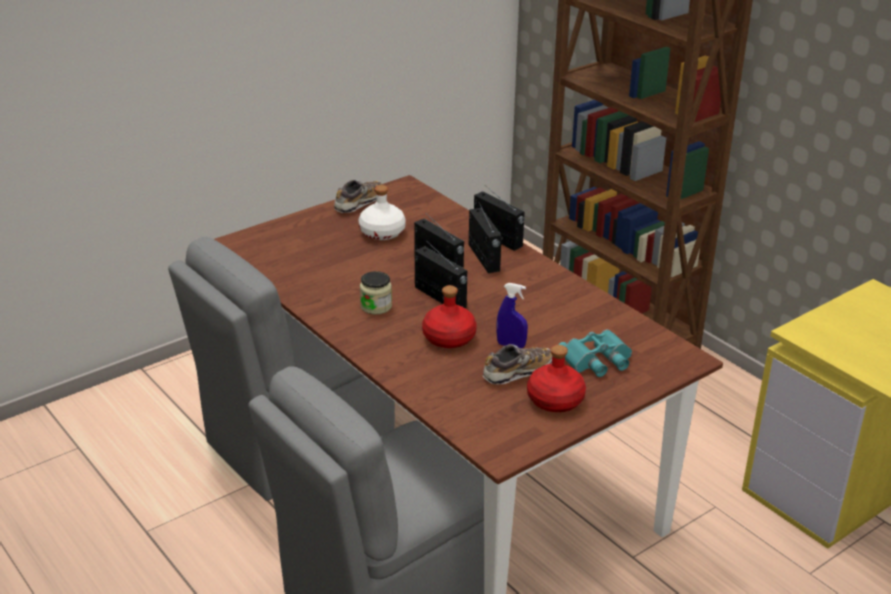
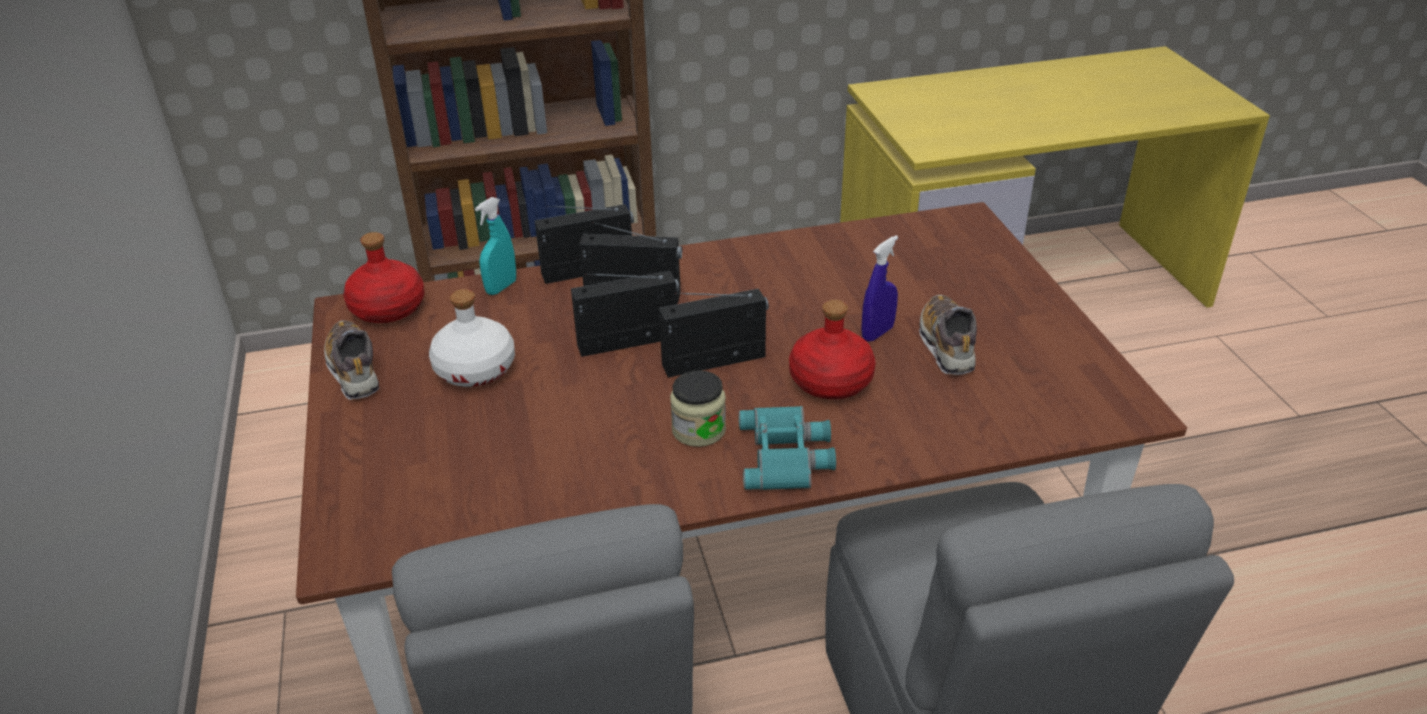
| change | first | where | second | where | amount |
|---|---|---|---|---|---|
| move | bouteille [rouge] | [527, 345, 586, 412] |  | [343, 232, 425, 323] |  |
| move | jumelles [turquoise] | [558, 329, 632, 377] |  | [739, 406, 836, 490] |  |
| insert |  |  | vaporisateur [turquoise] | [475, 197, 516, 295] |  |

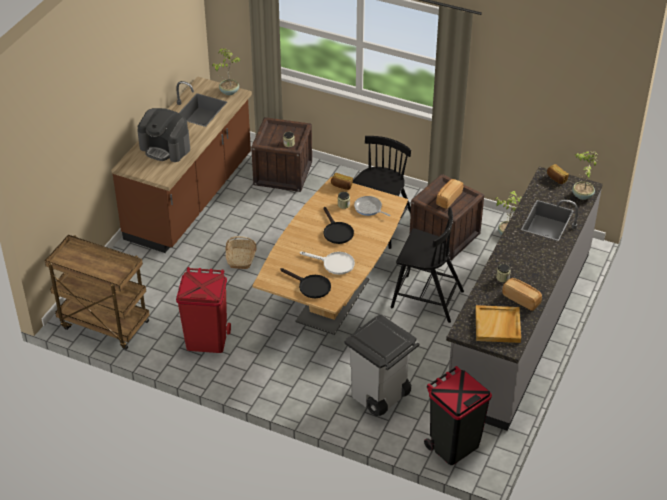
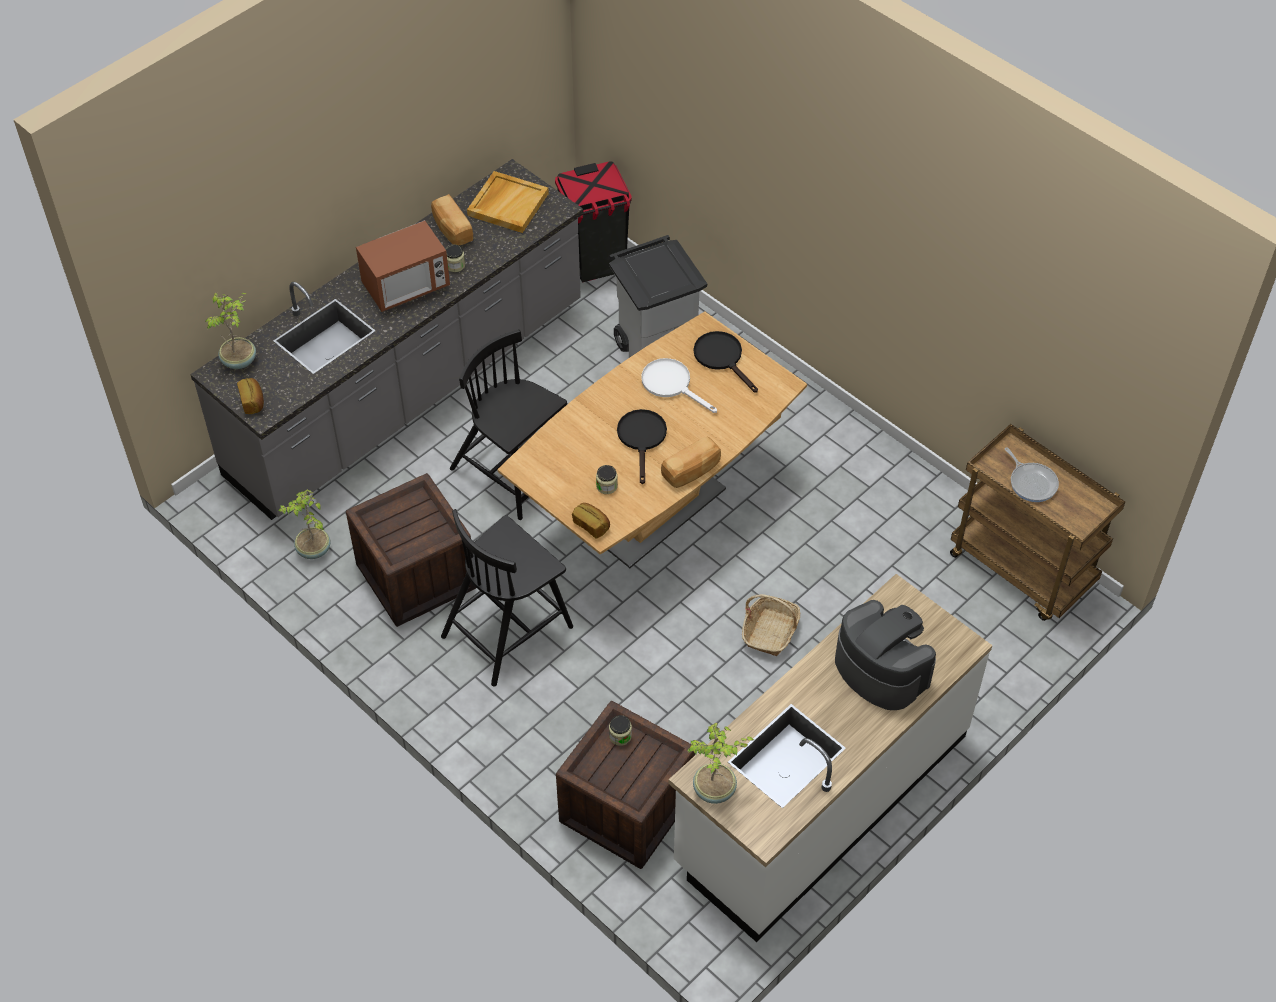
| change | first | where | second | where | amount |
|---|---|---|---|---|---|
| recolor | comptoir de cuisine [marron] | [111, 77, 252, 253] | comptoir de cuisine [blanc] | [669, 574, 992, 942] |  |
| delete | poubelle [rouge] | [176, 267, 231, 353] |  |  |  |
| move | poêle | [354, 196, 391, 216] |  | [1005, 447, 1059, 502] |  |
| move | pain | [436, 179, 463, 209] |  | [661, 437, 721, 488] |  |
| insert |  |  | micro-ondes | [356, 220, 450, 312] |  |

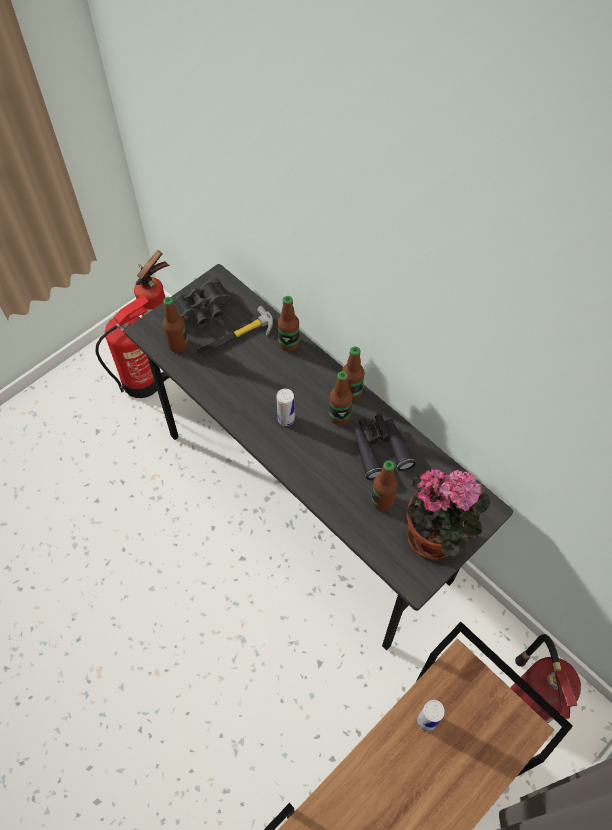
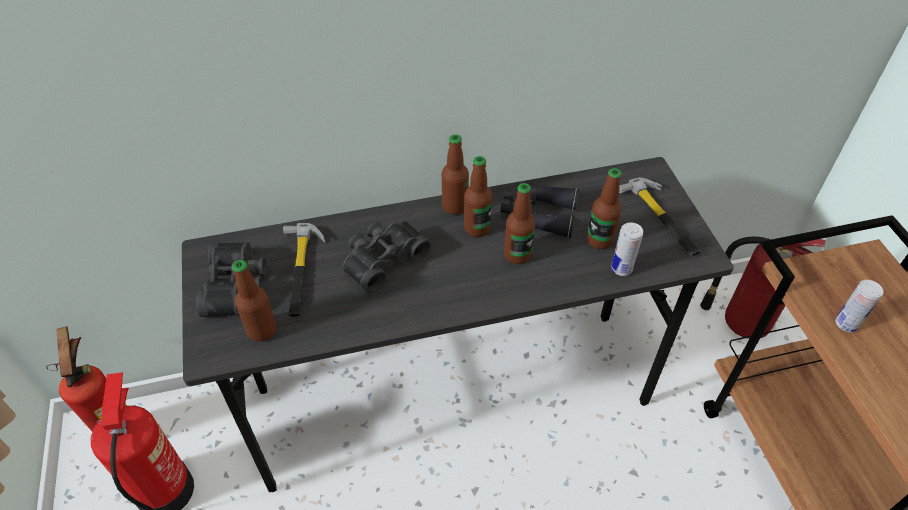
| change | first | where | second | where | amount |
|---|---|---|---|---|---|
| move | boîte métallique | [277, 389, 295, 426] |  | [611, 222, 643, 276] |  |
| move | bouteille | [278, 296, 299, 352] |  | [504, 183, 535, 264] |  |
| replace | plante en pot | [407, 468, 491, 560] | marteau | [619, 177, 700, 256] |  |
| insert |  |  | jumelles [noir] | [342, 220, 431, 293] |  |

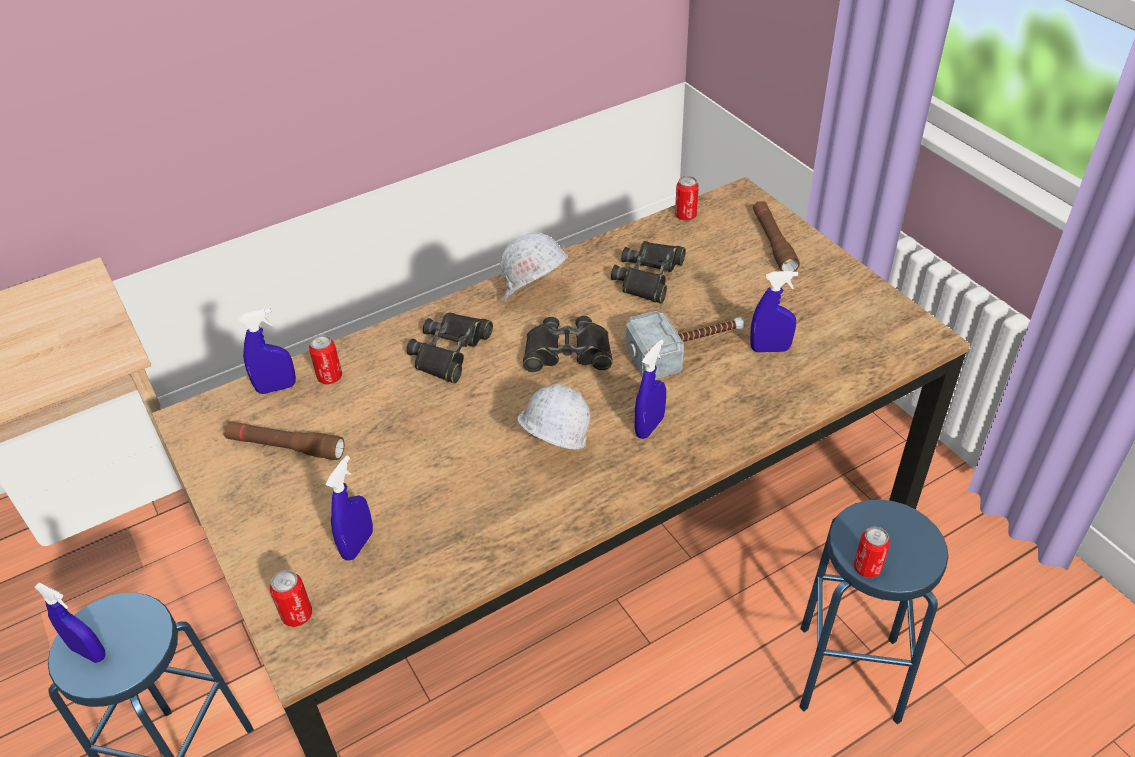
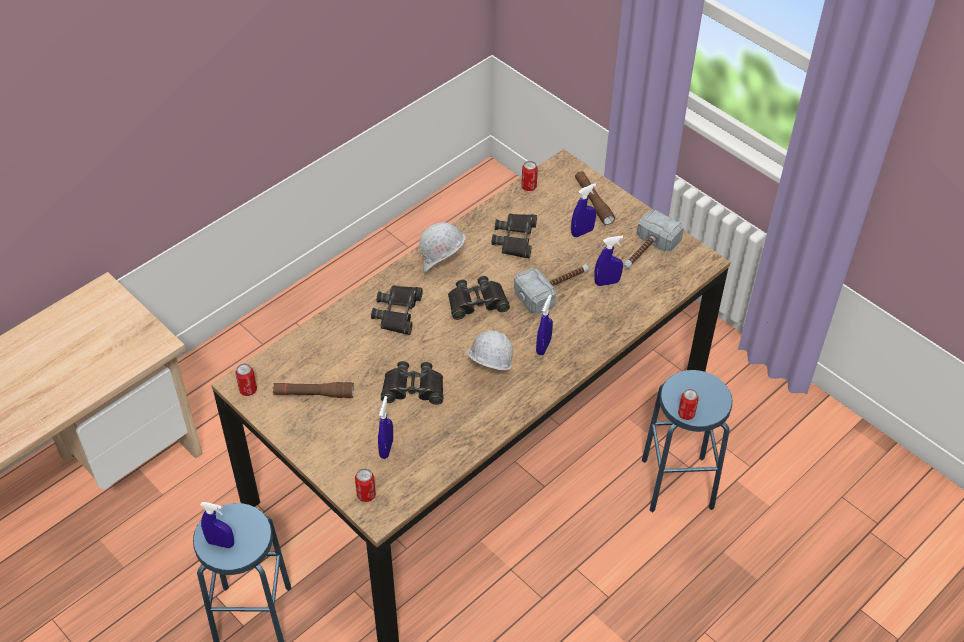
| change | first | where | second | where | amount |
|---|---|---|---|---|---|
| move | vaporisateur [bleu] | [239, 308, 296, 394] |  | [571, 184, 596, 237] |  |
| move | boîte métallique | [309, 335, 342, 384] |  | [235, 363, 257, 396] |  |
| insert |  |  | jumelles [noir] | [381, 361, 444, 405] |  |
| insert |  |  | marteau | [623, 210, 684, 268] |  |

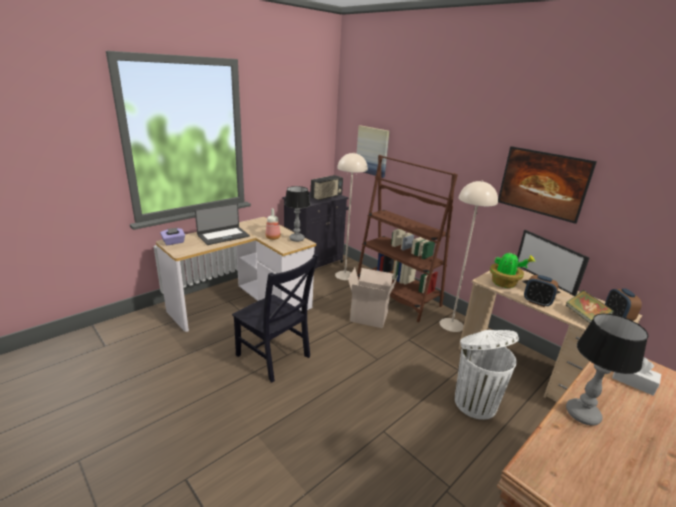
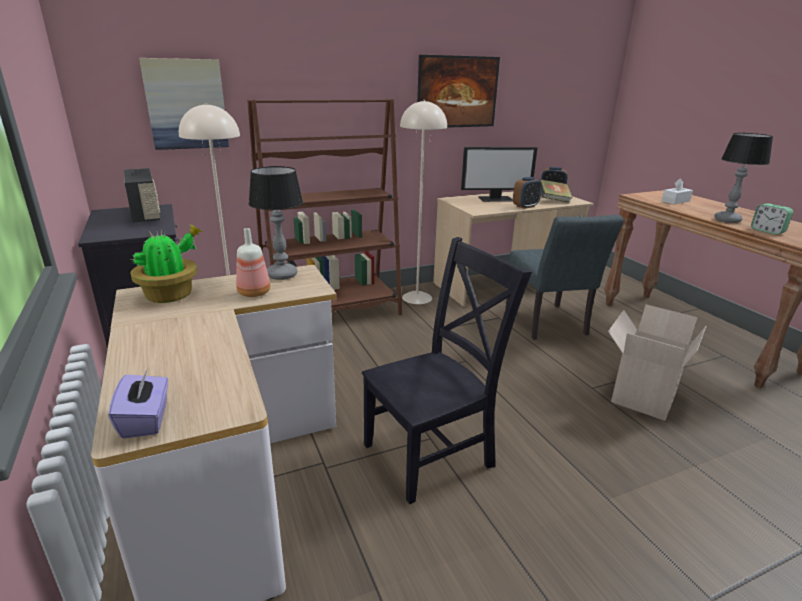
| change | first | where | second | where | amount |
|---|---|---|---|---|---|
| delete | ordinateur portable | [195, 203, 250, 245] |  |  |  |
| move | carton | [348, 268, 398, 328] |  | [608, 305, 706, 421] |  |
| replace | poubelle [blanc] | [455, 330, 519, 420] | chaise [gris] | [506, 215, 624, 339] |  |
| move | plante en pot | [490, 252, 535, 288] |  | [130, 224, 203, 303] |  |
| insert |  |  | réveil | [751, 203, 793, 235] |  |

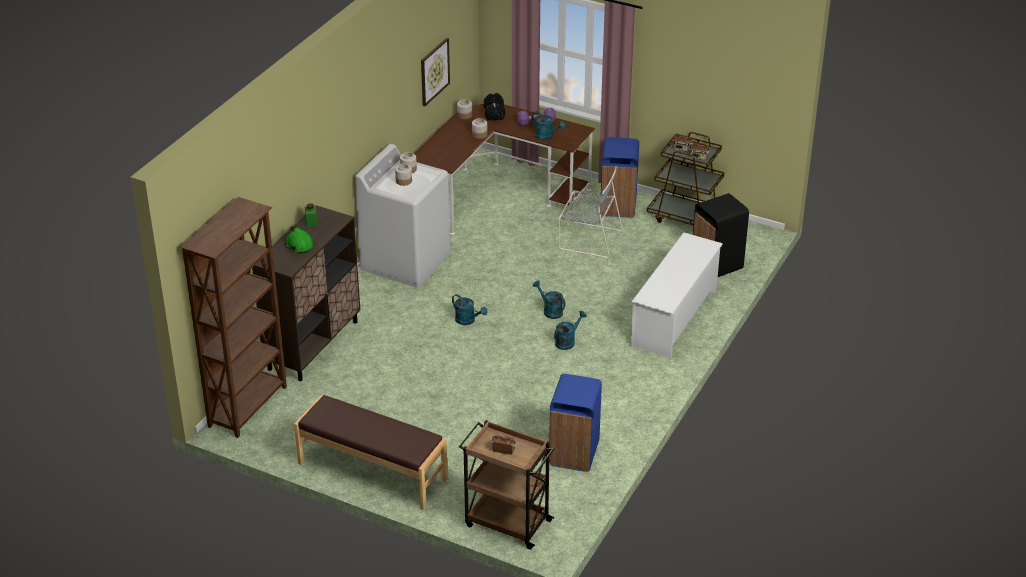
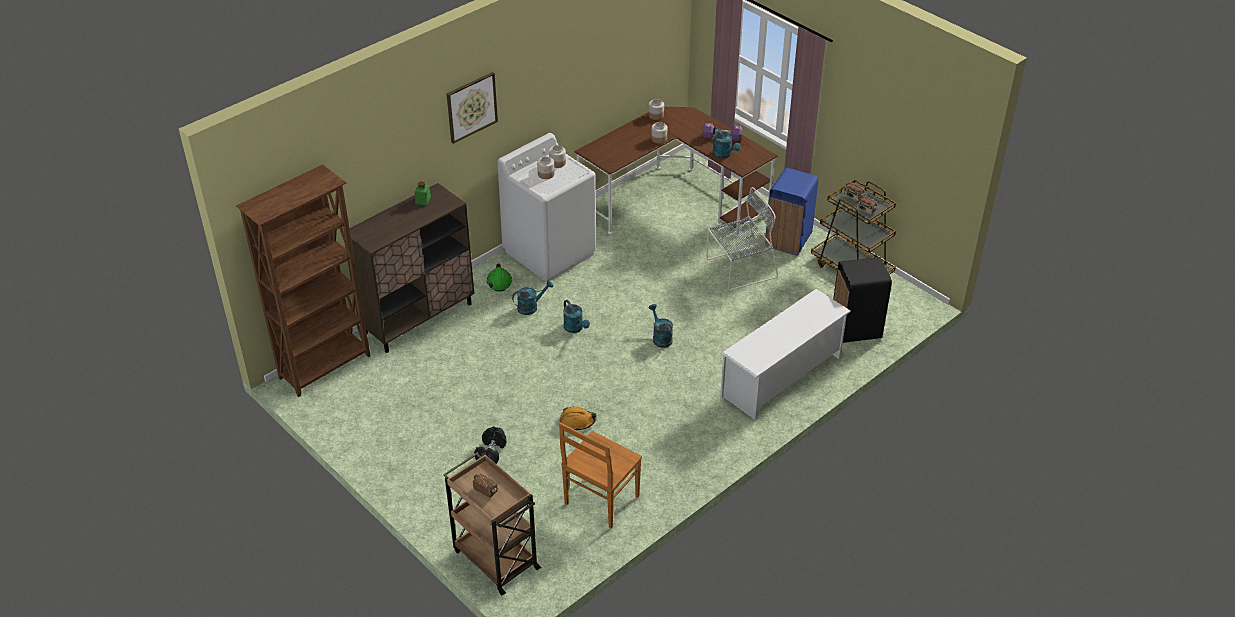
| change | first | where | second | where | amount |
|---|---|---|---|---|---|
| move | casque de chantier [vert] | [285, 226, 313, 254] |  | [487, 263, 512, 292] |  |
| delete | banc [marron] | [294, 395, 448, 510] |  |  |  |
| move | tableau | [421, 38, 450, 106] |  | [447, 72, 498, 144] |  |
| move | haltère [noir] | [484, 93, 505, 121] |  | [474, 426, 506, 464] |  |
| replace | poubelle [bleu] | [549, 374, 602, 472] | chaise [marron] | [559, 423, 642, 528] |  |
| move | arrosoir [turquoise] | [554, 311, 587, 350] |  | [512, 280, 553, 315] |  |
| rotate | chaise [gris] | [559, 166, 623, 258] |  | [706, 187, 778, 291] | 60 degrees counterclockwise |
| insert |  |  | casque de chantier [orange] | [560, 406, 596, 430] |  |

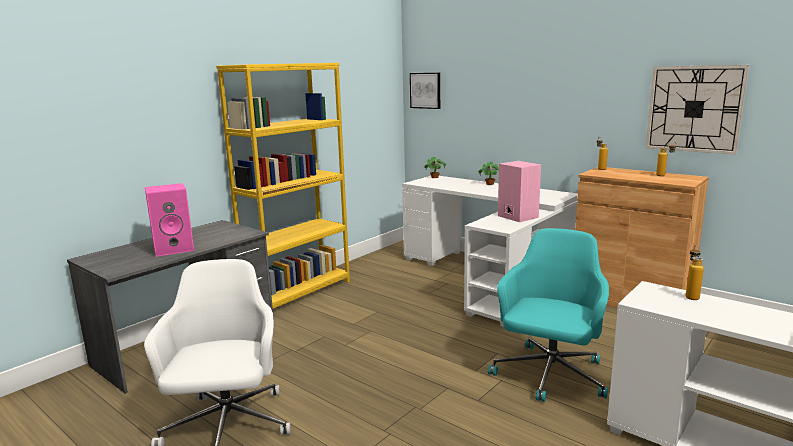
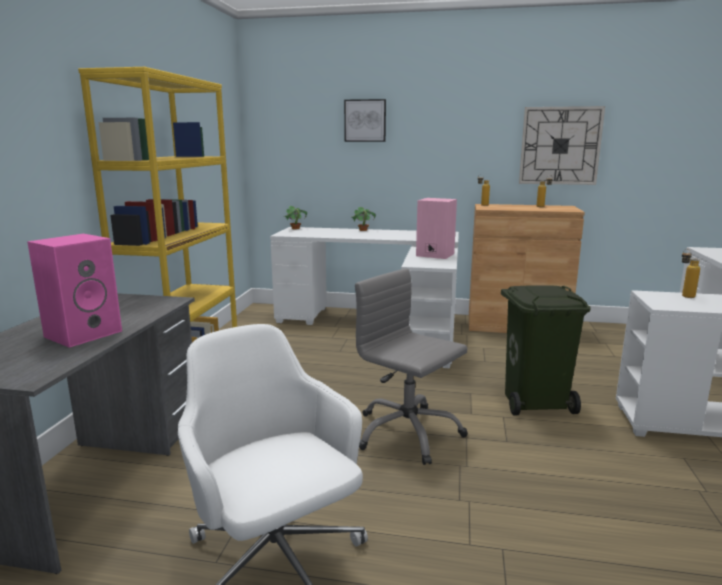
| change | first | where | second | where | amount |
|---|---|---|---|---|---|
| move | tableau | [410, 73, 440, 109] |  | [344, 99, 386, 142] |  |
| replace | chaise de bureau [turquoise] | [488, 228, 609, 402] | poubelle [vert] | [501, 285, 591, 415] |  |
| insert |  |  | chaise de bureau [gris] | [355, 268, 468, 465] |  |

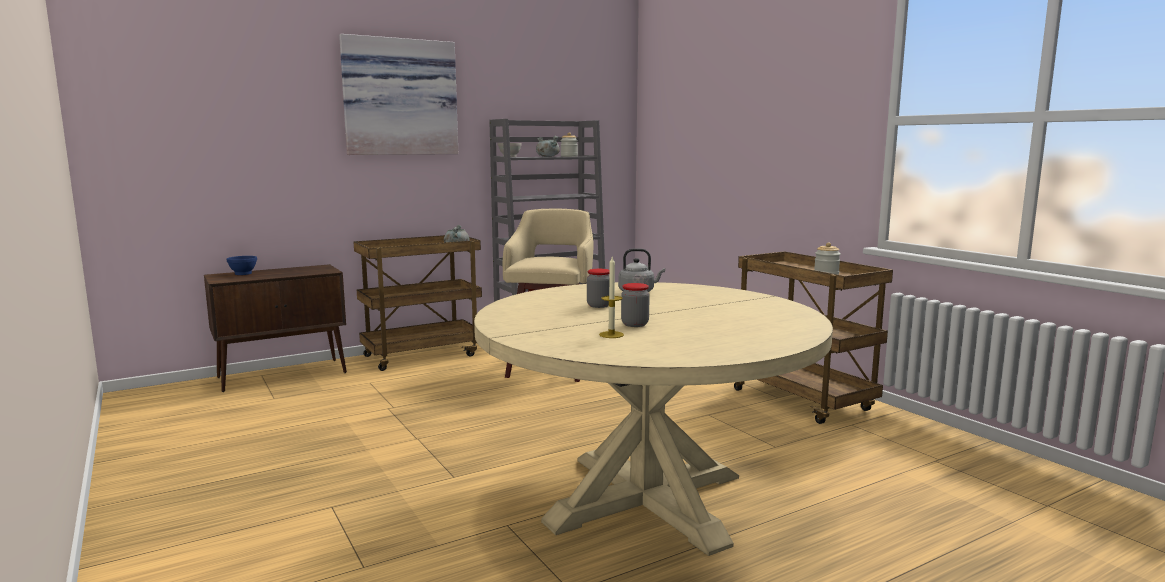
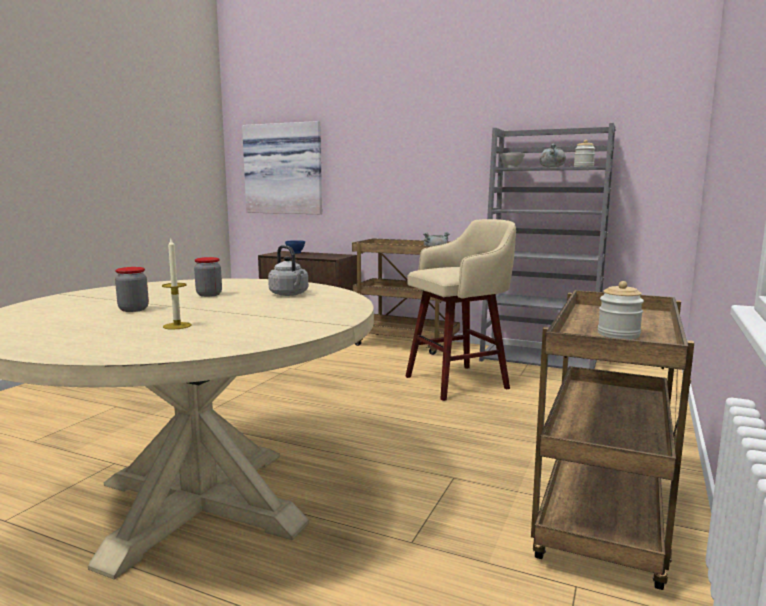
| change | first | where | second | where | amount |
|---|---|---|---|---|---|
| move | tableau | [339, 34, 458, 155] |  | [242, 121, 322, 214] |  |
| move | bougie | [599, 257, 624, 338] |  | [162, 239, 192, 329] |  |

